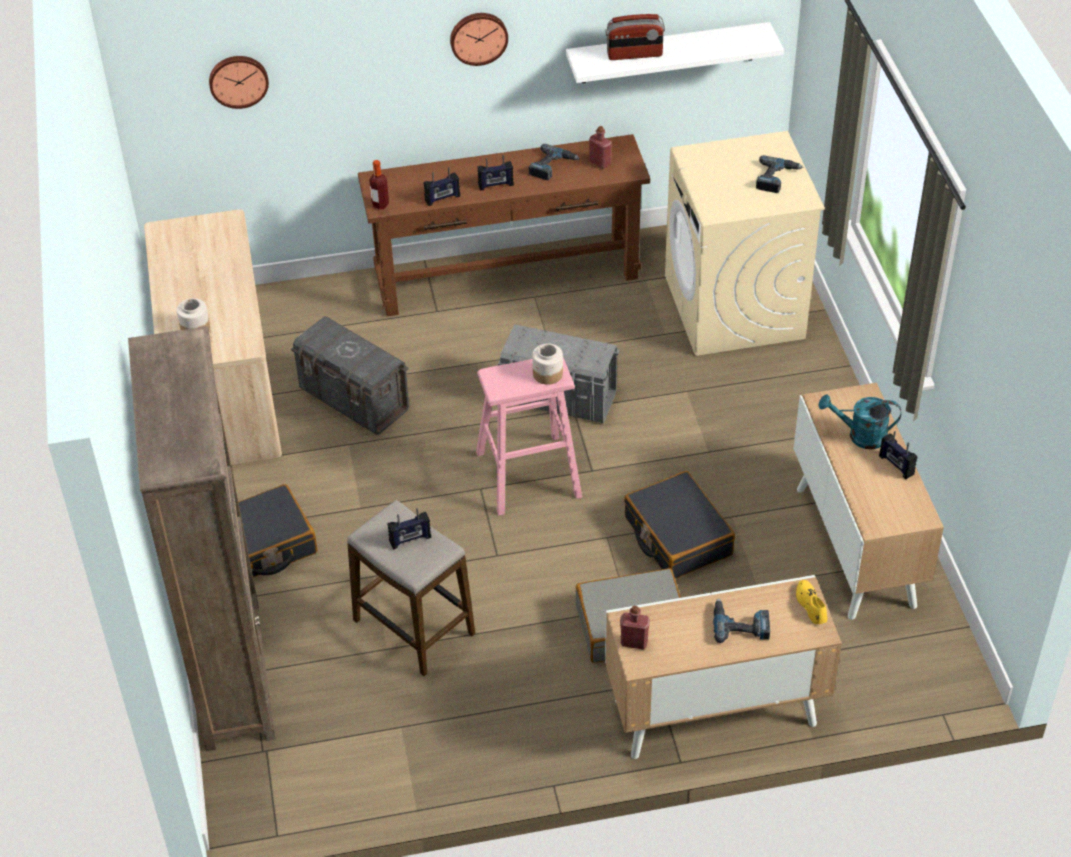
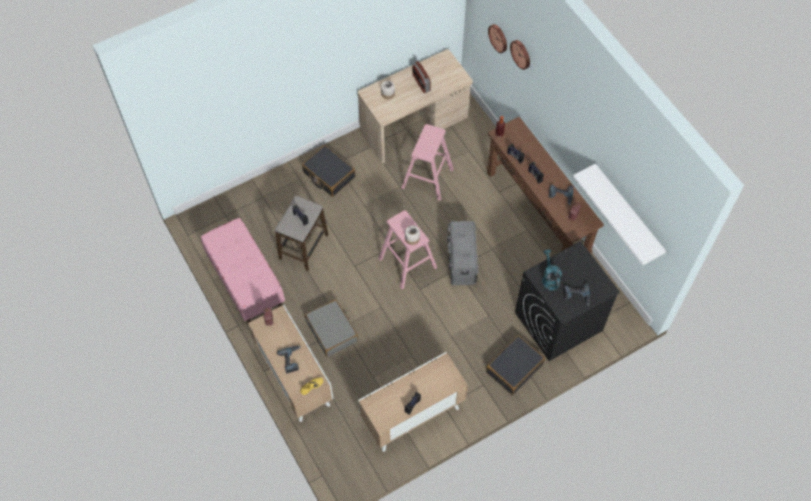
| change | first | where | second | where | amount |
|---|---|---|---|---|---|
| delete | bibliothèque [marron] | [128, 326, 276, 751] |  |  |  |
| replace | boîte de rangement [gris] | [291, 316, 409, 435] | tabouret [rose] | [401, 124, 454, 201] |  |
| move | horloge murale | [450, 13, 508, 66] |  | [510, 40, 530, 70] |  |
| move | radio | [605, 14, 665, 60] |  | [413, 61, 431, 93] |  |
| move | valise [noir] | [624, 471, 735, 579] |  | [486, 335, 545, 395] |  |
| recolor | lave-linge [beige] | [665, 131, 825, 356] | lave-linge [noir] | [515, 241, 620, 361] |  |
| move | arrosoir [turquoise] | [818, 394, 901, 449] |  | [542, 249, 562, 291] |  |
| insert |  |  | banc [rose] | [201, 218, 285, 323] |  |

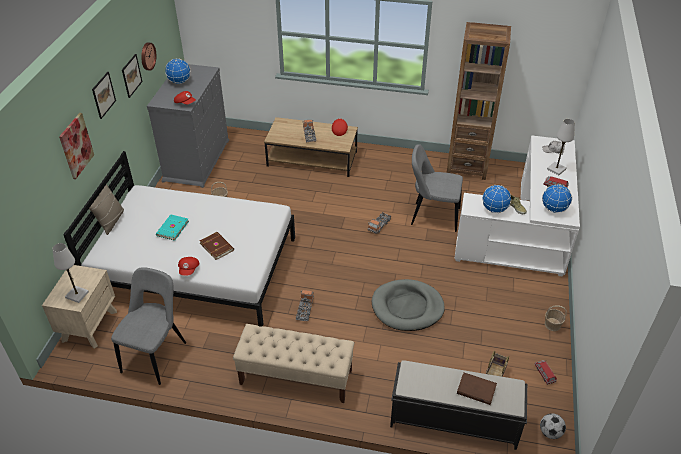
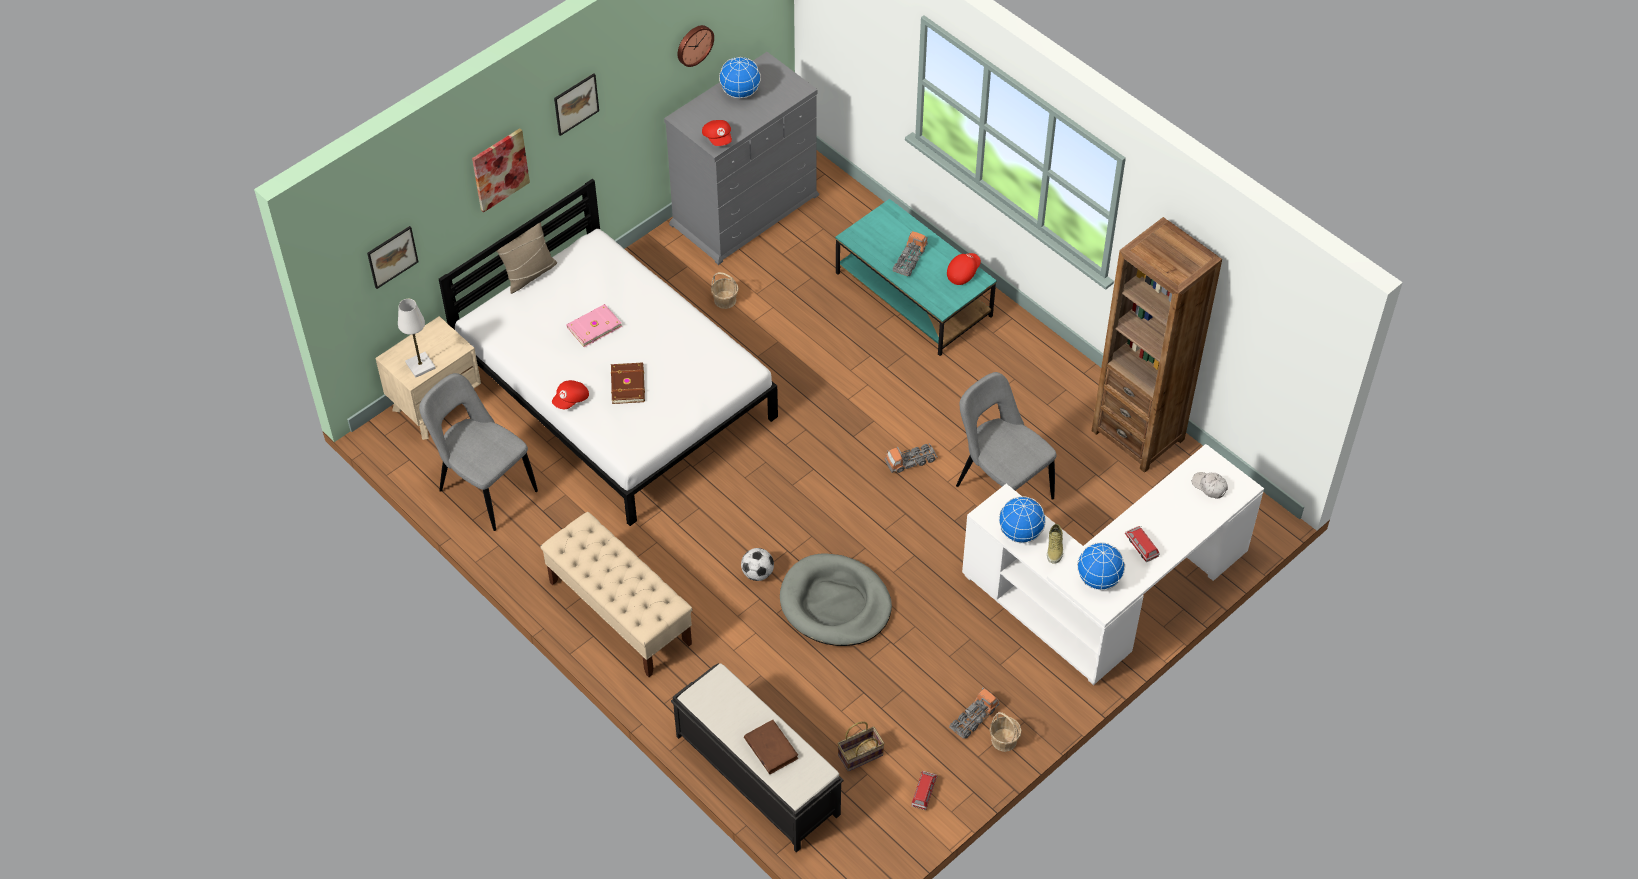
| change | first | where | second | where | amount |
|---|---|---|---|---|---|
| rotate | chaise [gris] | [111, 267, 186, 385] |  | [419, 373, 538, 531] | 105 degrees counterclockwise |
| move | tableau | [122, 54, 142, 98] |  | [367, 226, 418, 289] |  |
| recolor | livre [turquoise] | [156, 214, 189, 241] | livre [rose] | [566, 304, 622, 347] |  |
| recolor | table basse [marron] | [264, 117, 358, 177] | table basse [turquoise] | [835, 199, 997, 356] |  |
| move | camion jouet | [296, 290, 314, 322] |  | [949, 688, 999, 739] |  |
| move | ballon de foot | [540, 413, 566, 439] |  | [741, 548, 774, 581] |  |
| delete | lampe de table [blanc] | [547, 119, 575, 175] |  |  |  |

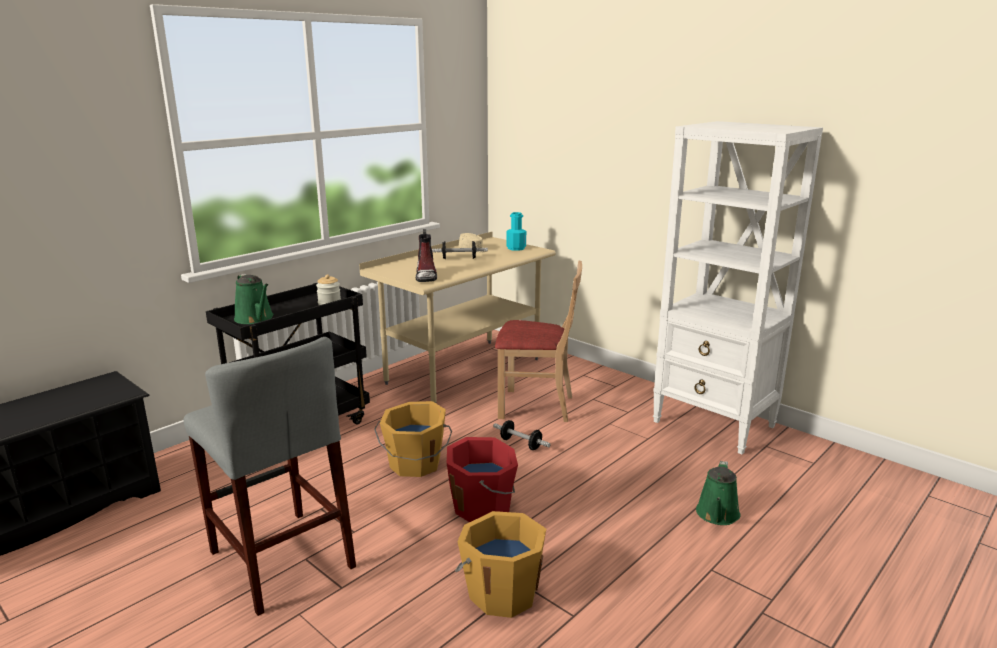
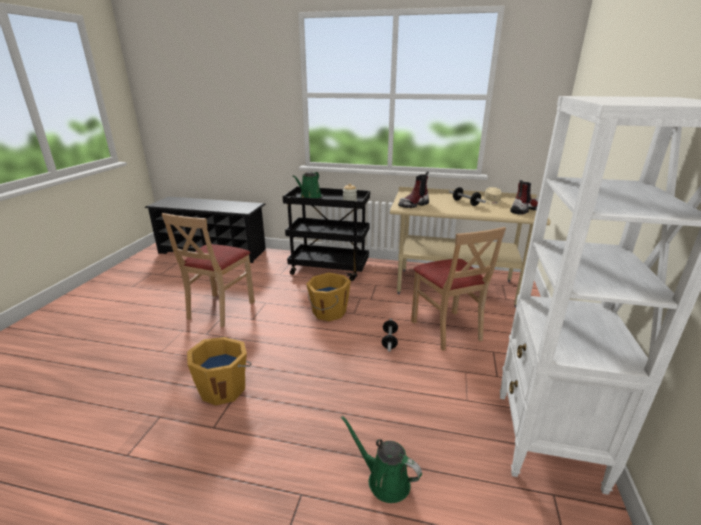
| change | first | where | second | where | amount |
|---|---|---|---|---|---|
| replace | tabouret [gris] | [184, 337, 356, 616] | chaise [beige] | [162, 213, 255, 327] |  |
| delete | seau [rouge] | [447, 437, 518, 522] |  |  |  |
| replace | bouteille [turquoise] | [506, 212, 526, 251] | botte | [510, 180, 538, 215] |  |
| rotate | arrosoir [vert] | [696, 461, 740, 525] |  | [341, 415, 422, 503] | 45 degrees clockwise |

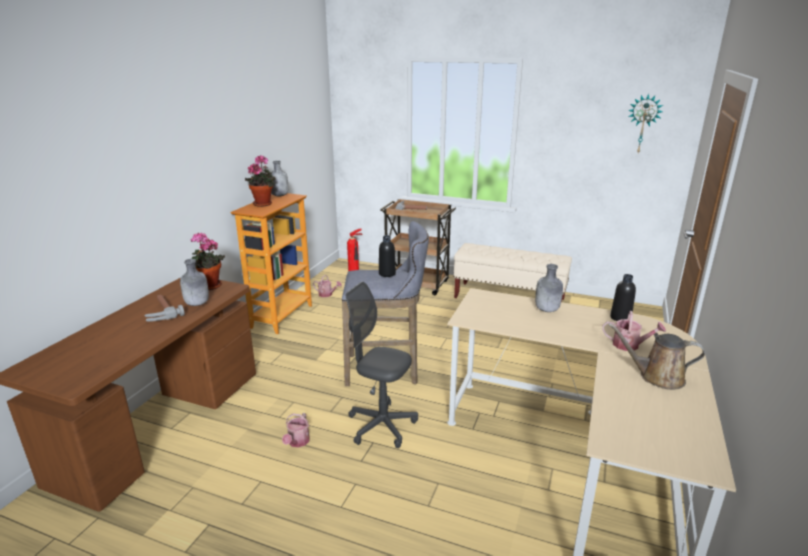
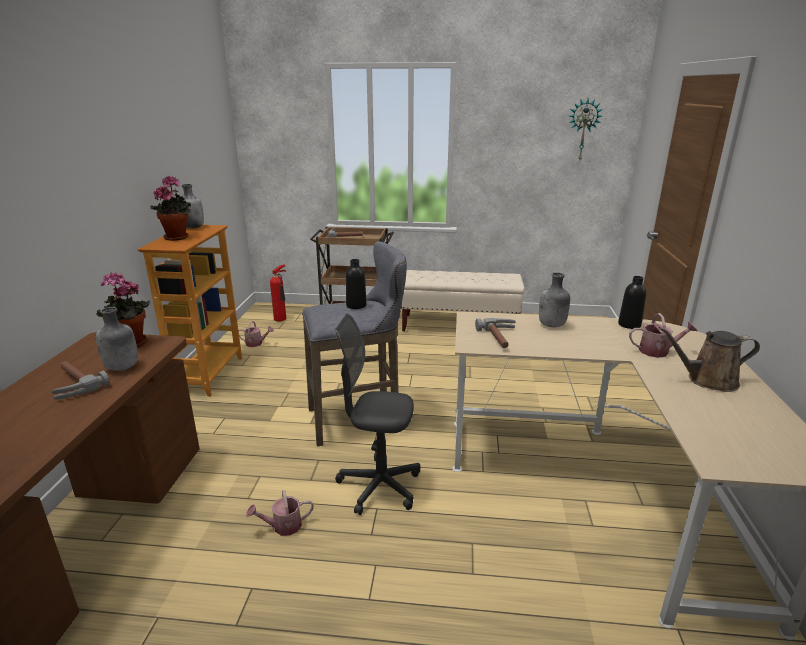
| change | first | where | second | where | amount |
|---|---|---|---|---|---|
| rotate | arrosoir | [282, 413, 310, 447] |  | [246, 490, 314, 536] | 75 degrees clockwise |
| insert |  |  | marteau | [475, 318, 516, 348] |  |

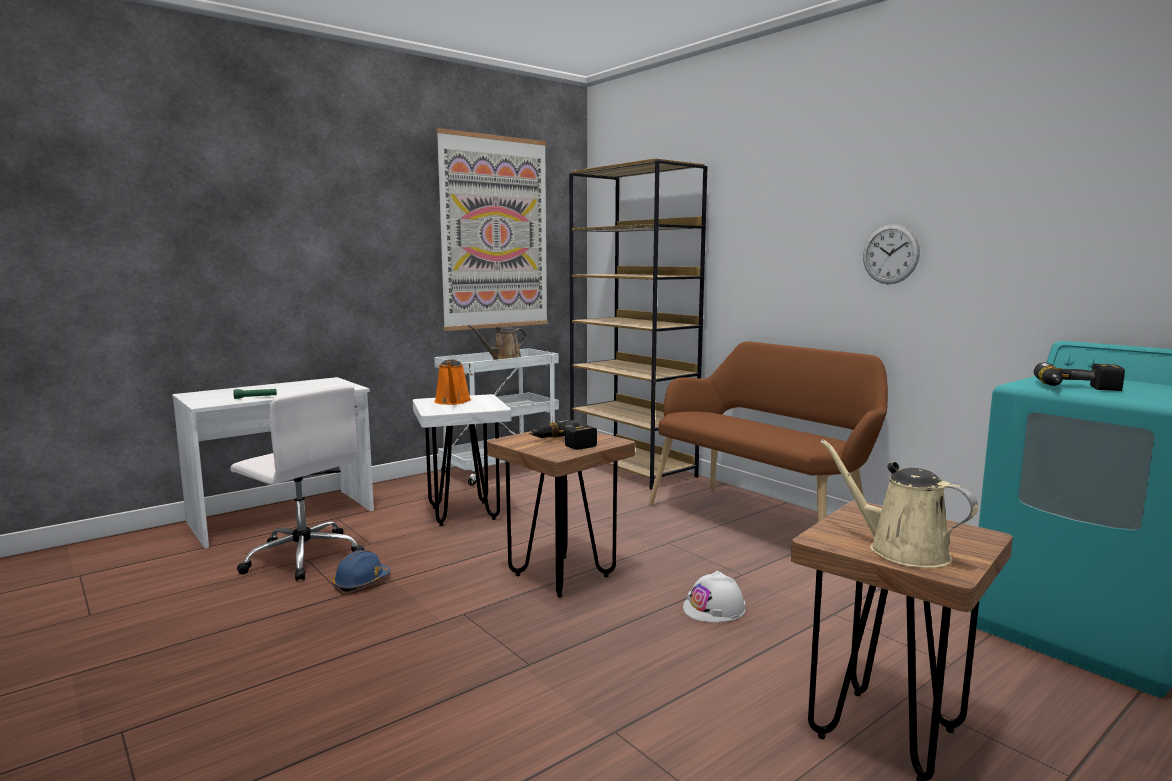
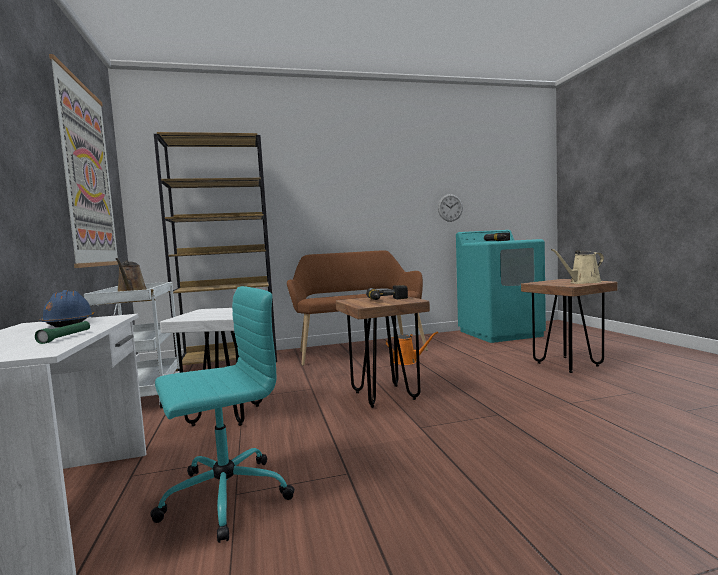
| change | first | where | second | where | amount |
|---|---|---|---|---|---|
| recolor | chaise de bureau [blanc] | [231, 386, 364, 581] | chaise de bureau [turquoise] | [150, 286, 295, 543] |  |
| move | casque de chantier [bleu] | [332, 550, 390, 592] |  | [40, 290, 95, 327] |  |
| move | arrosoir [orange] | [434, 360, 471, 405] |  | [386, 332, 438, 365] |  |
| delete | casque de chantier [blanc] | [683, 571, 746, 623] |  |  |  |
| move | horloge murale | [863, 224, 920, 284] |  | [438, 194, 463, 222] |  |

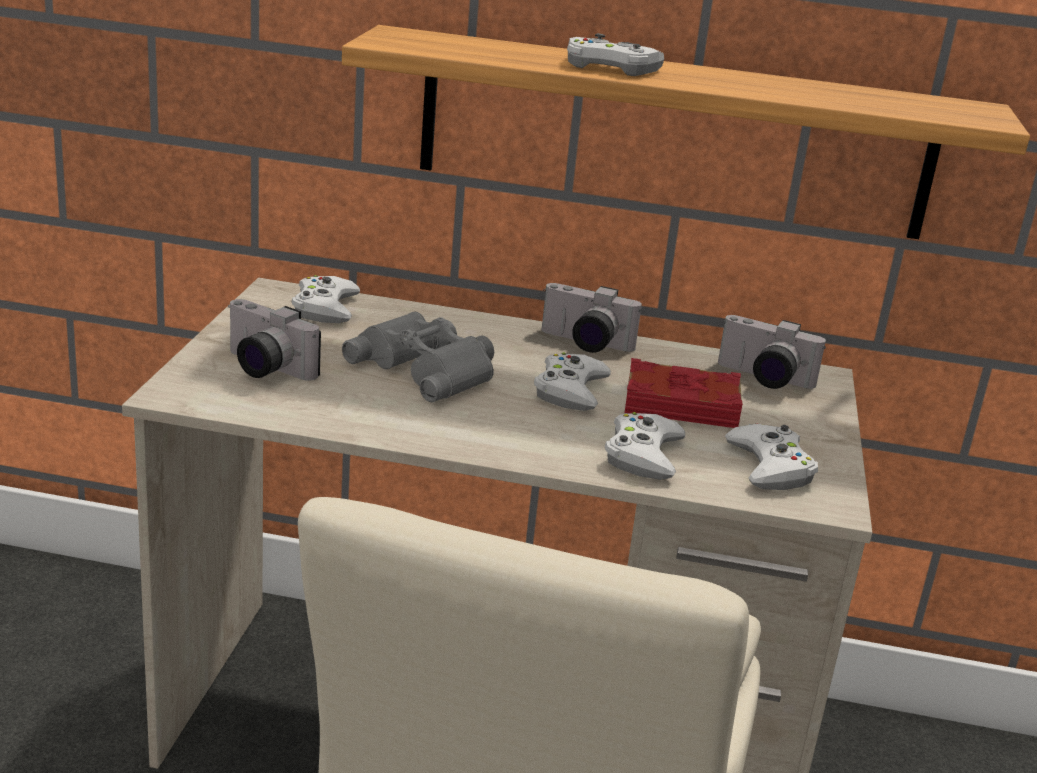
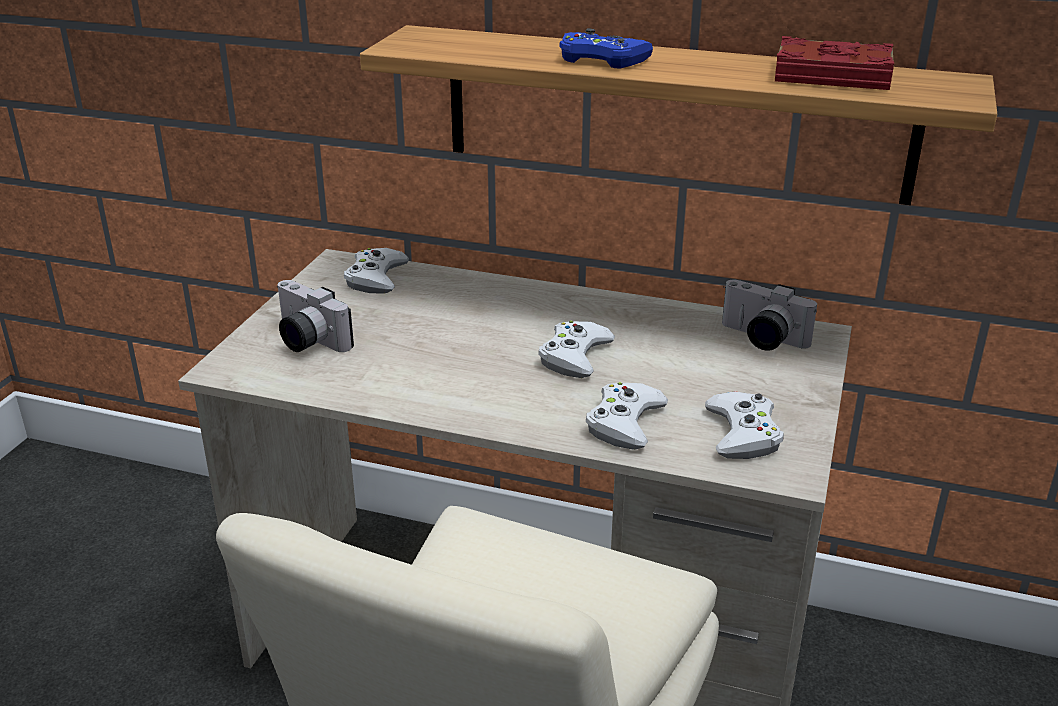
| change | first | where | second | where | amount |
|---|---|---|---|---|---|
| delete | jumelles [gris] | [342, 312, 494, 402] |  |  |  |
| delete | appareil photo | [542, 283, 642, 353] |  |  |  |
| recolor | manette [blanc] | [567, 33, 664, 76] | manette [bleu] | [559, 29, 653, 69] |  |
| move | livre [rouge] | [625, 358, 743, 428] |  | [775, 36, 894, 90] |  |

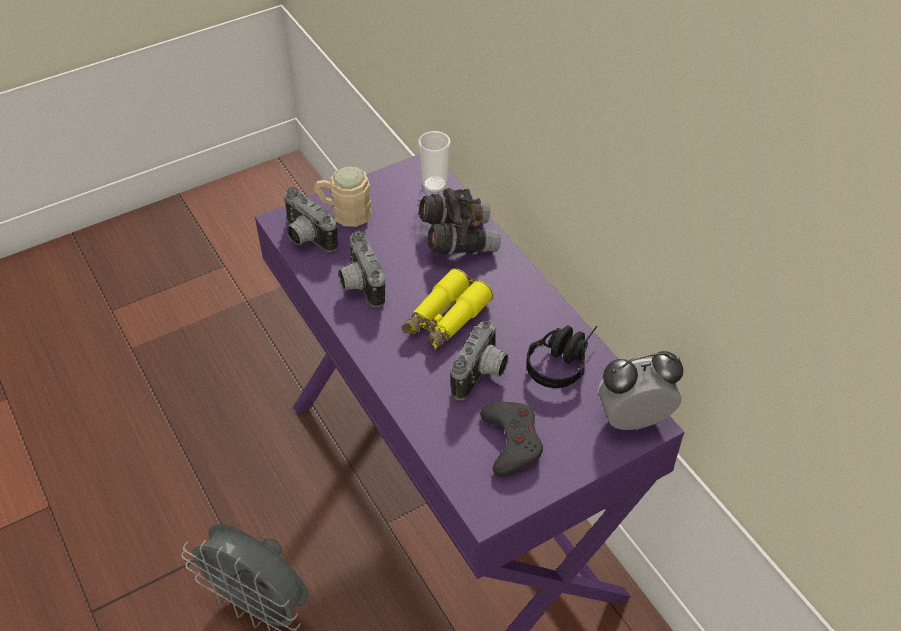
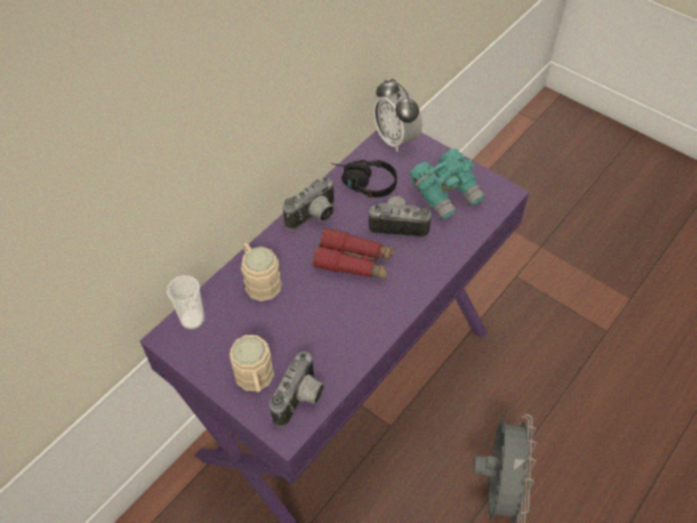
| change | first | where | second | where | amount |
|---|---|---|---|---|---|
| move | appareil photo | [339, 230, 385, 307] |  | [283, 177, 335, 230] |  |
| recolor | jumelles [jaune] | [402, 268, 493, 350] | jumelles [rouge] | [313, 228, 395, 279] |  |
| replace | jumelles [gris] | [419, 188, 501, 254] | mug [beige] | [241, 243, 282, 301] |  |
| replace | manette [gris] | [480, 402, 543, 477] | jumelles [turquoise] | [410, 149, 486, 220] |  |

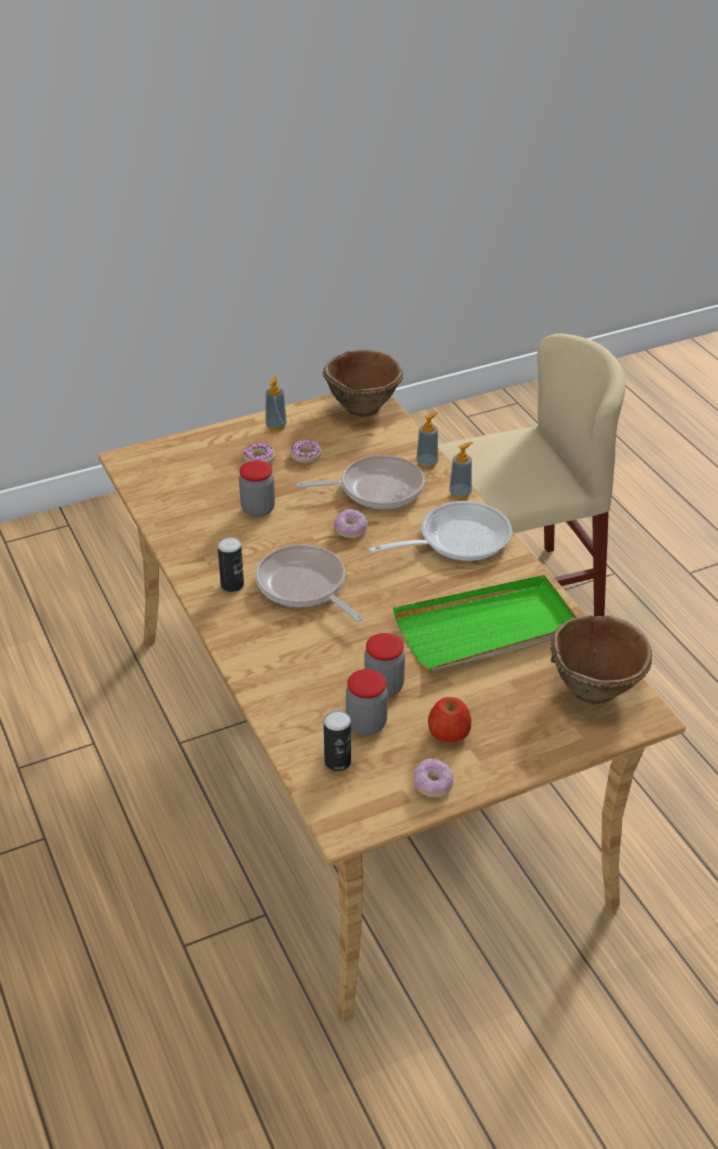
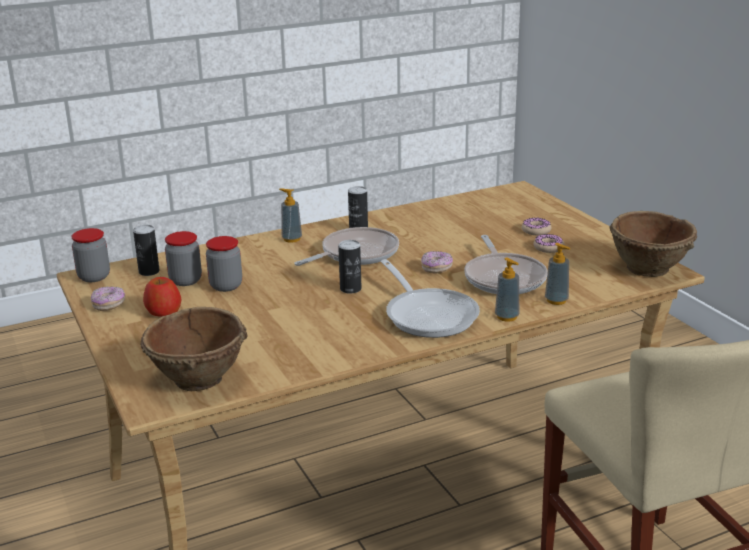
| change | first | where | second | where | amount |
|---|---|---|---|---|---|
| move | bocal | [239, 461, 275, 517] |  | [71, 228, 110, 282] |  |
| move | distributeur de savon | [265, 376, 287, 431] |  | [279, 188, 302, 243] |  |
| delete | plateau [vert] | [393, 575, 576, 671] |  |  |  |
| insert |  |  | boîte métallique | [338, 240, 362, 293] |  |

